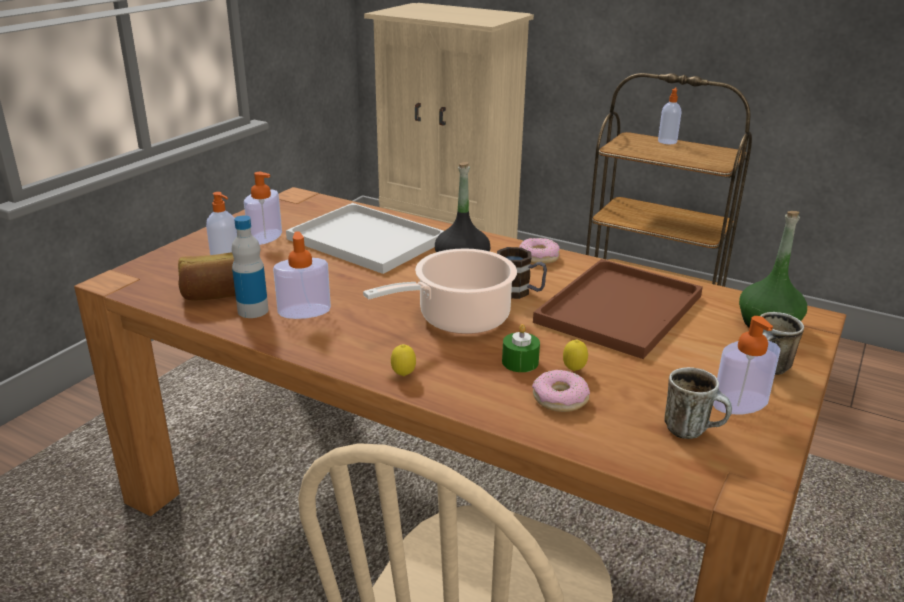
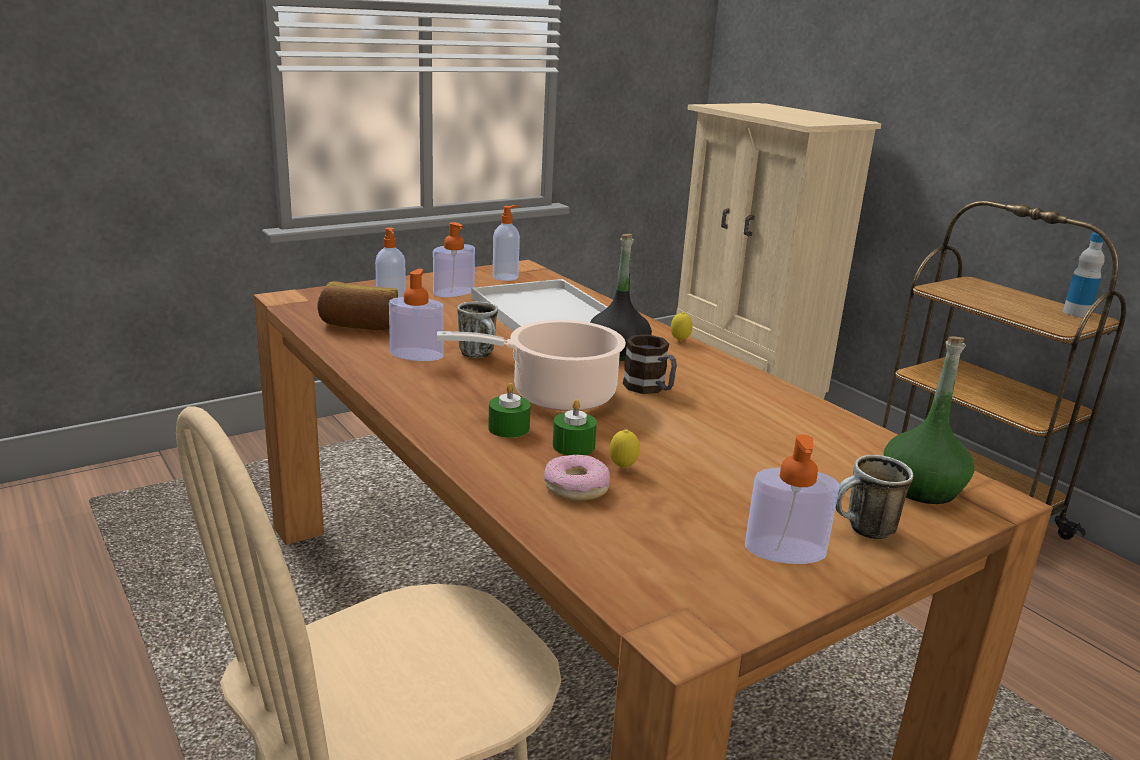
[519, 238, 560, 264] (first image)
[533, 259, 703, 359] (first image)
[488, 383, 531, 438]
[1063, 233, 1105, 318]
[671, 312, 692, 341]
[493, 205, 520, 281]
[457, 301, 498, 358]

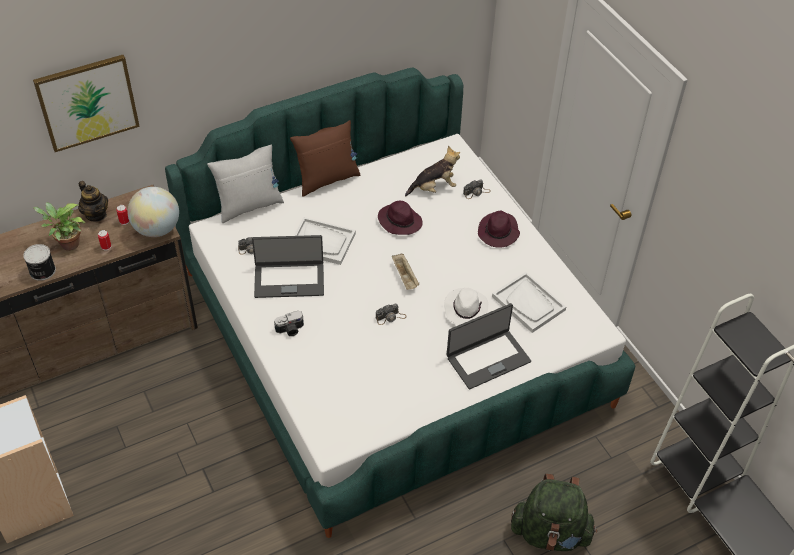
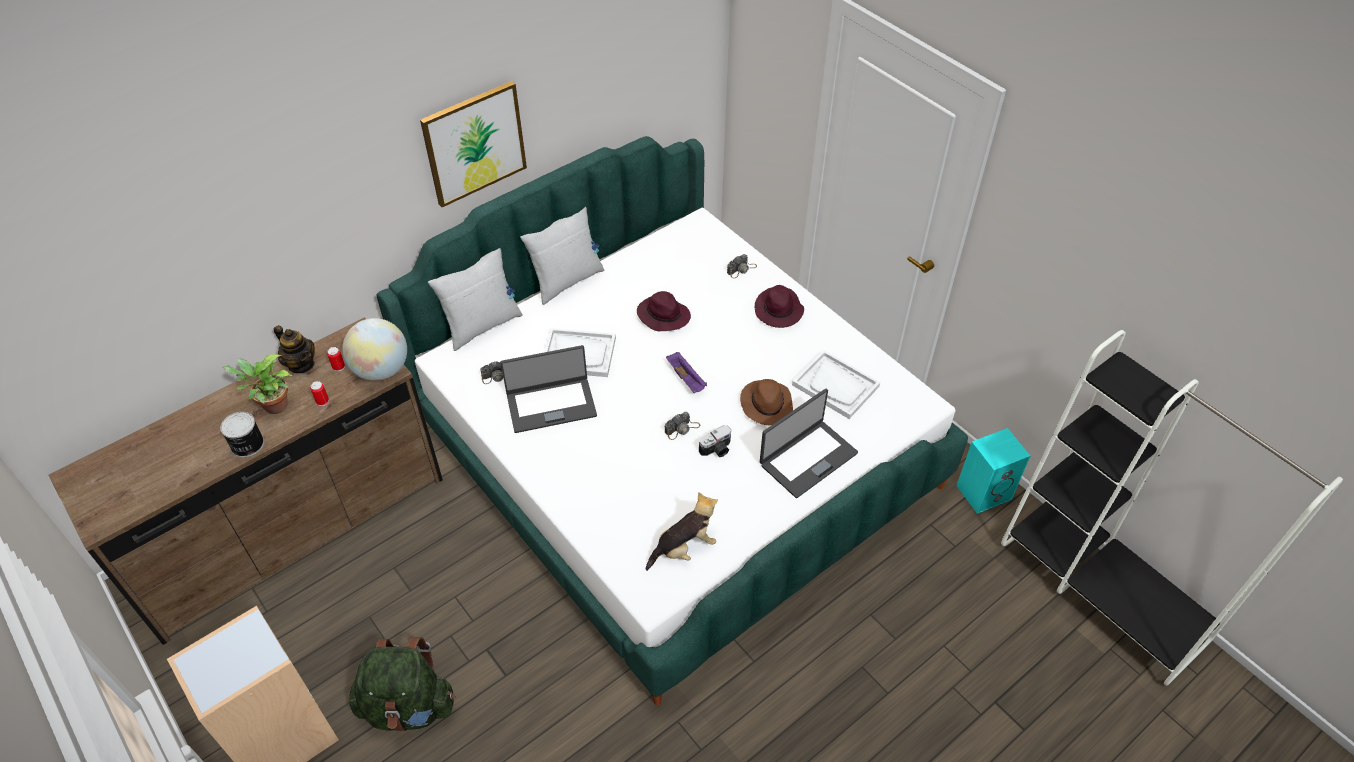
[956, 428, 1030, 514]
[420, 81, 527, 207]
[699, 425, 731, 457]
[646, 492, 718, 571]
[349, 637, 455, 731]
[520, 207, 604, 305]
[666, 352, 707, 393]
[740, 379, 793, 426]

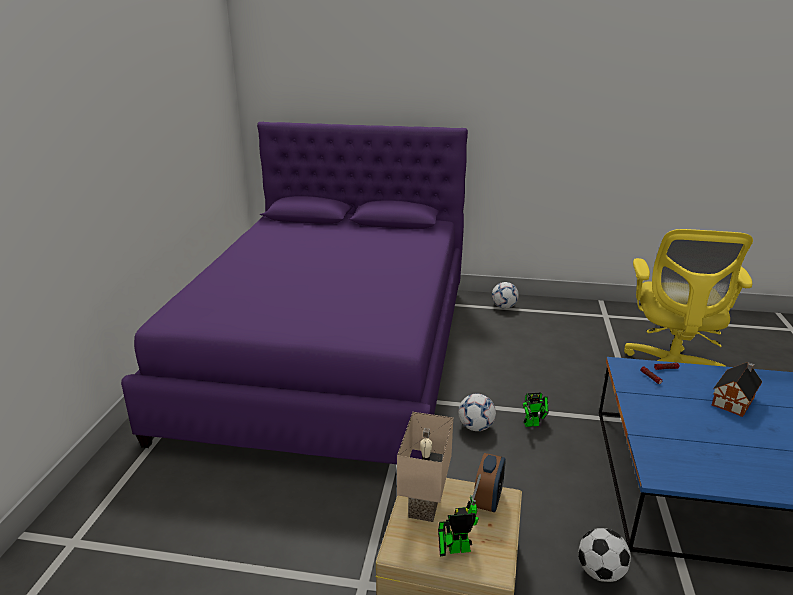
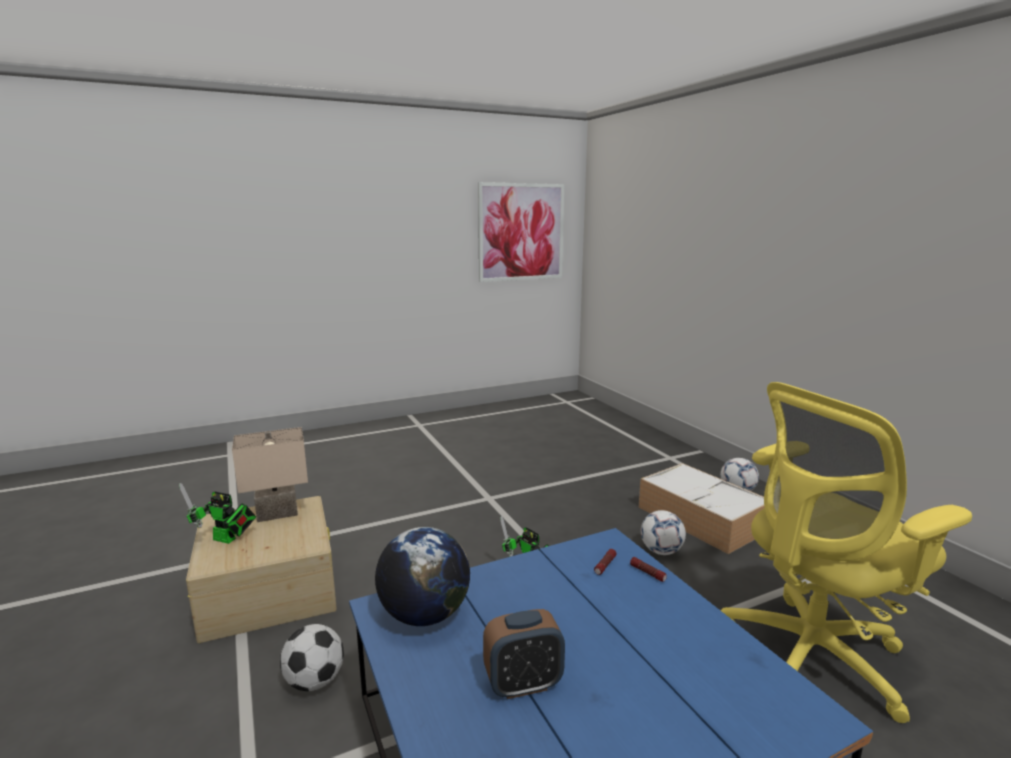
[121, 122, 468, 464] (first image)
[711, 362, 762, 417] (first image)
[375, 527, 470, 626]
[478, 182, 564, 282]
[639, 463, 765, 554]
[641, 510, 686, 555]
[483, 609, 565, 699]
[179, 483, 256, 544]

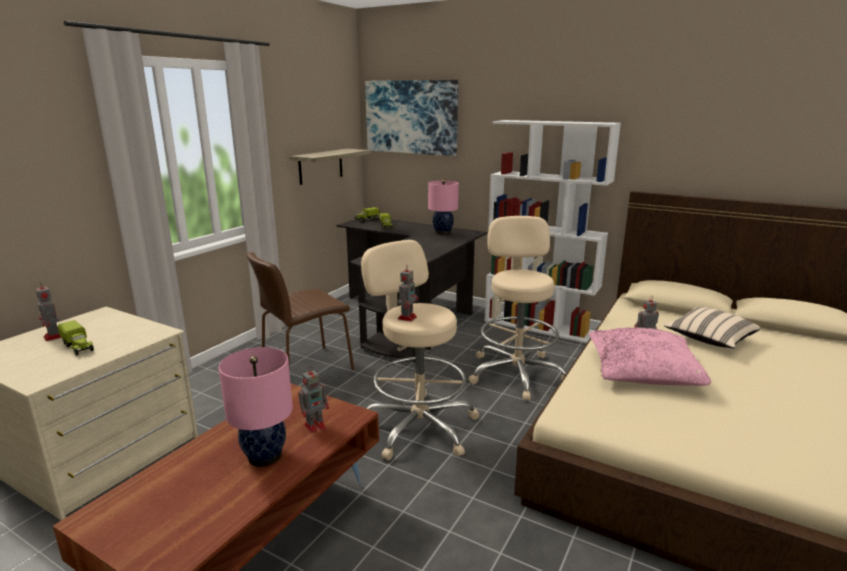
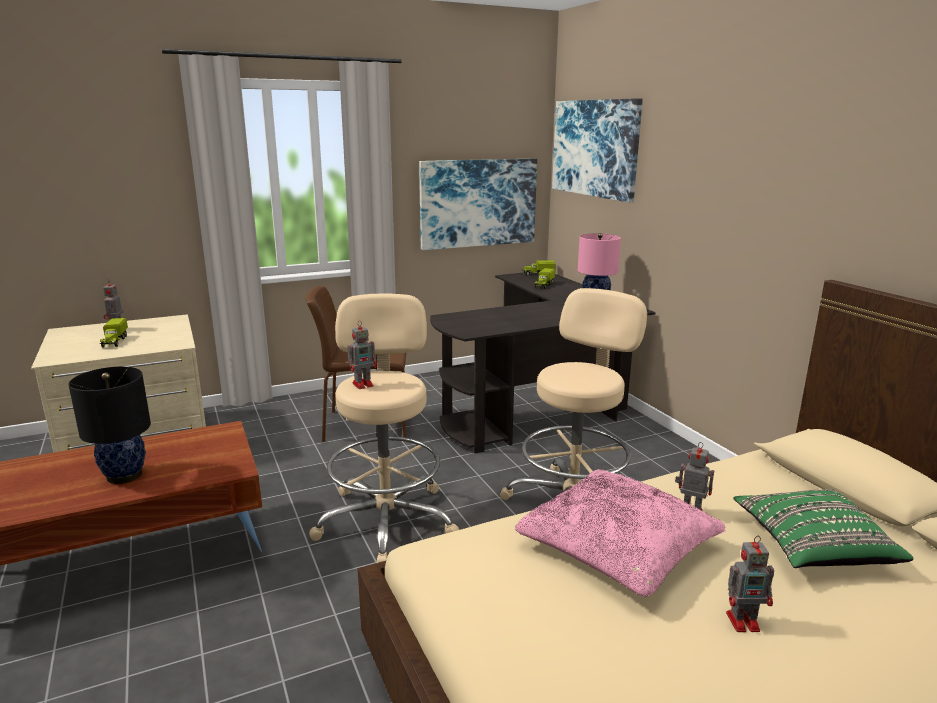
[485, 120, 621, 343] (first image)
[726, 536, 774, 632]
[419, 159, 537, 250]
[68, 367, 151, 484]
[733, 489, 913, 568]

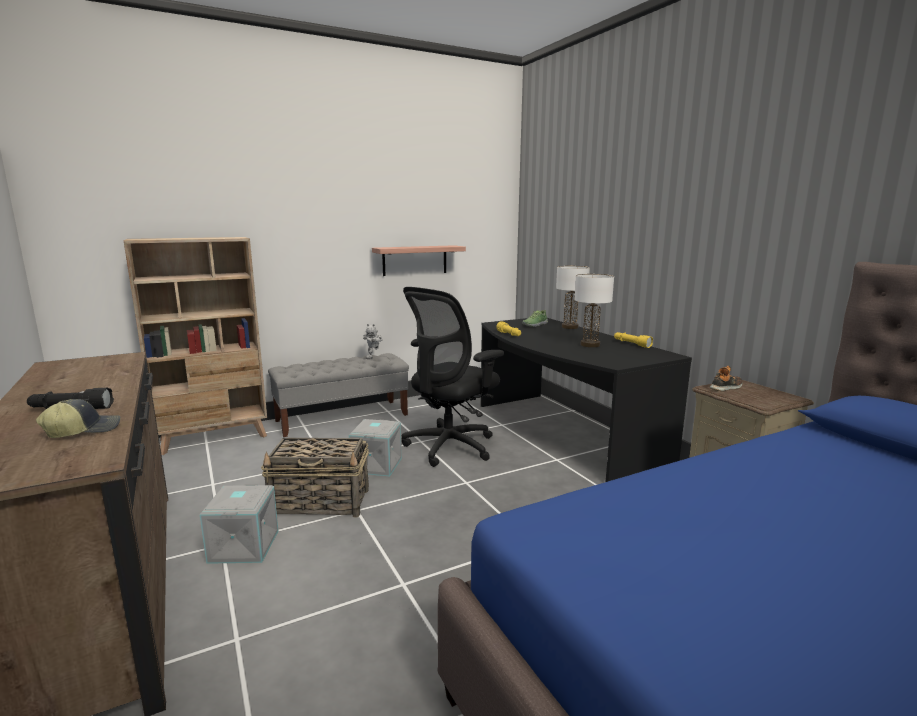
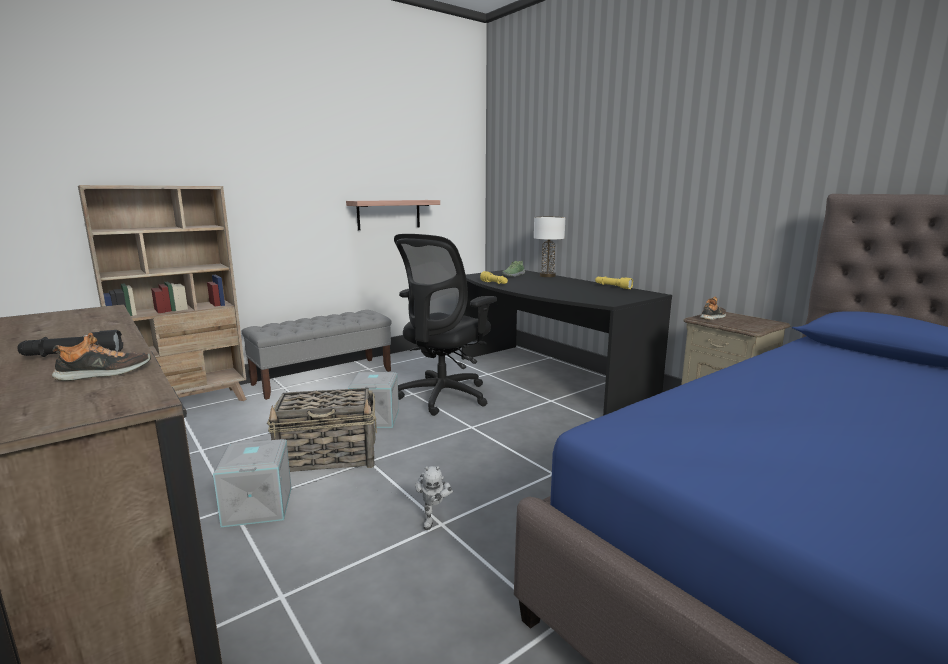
[574, 274, 614, 347] (first image)
[415, 466, 453, 530]
[52, 333, 151, 381]

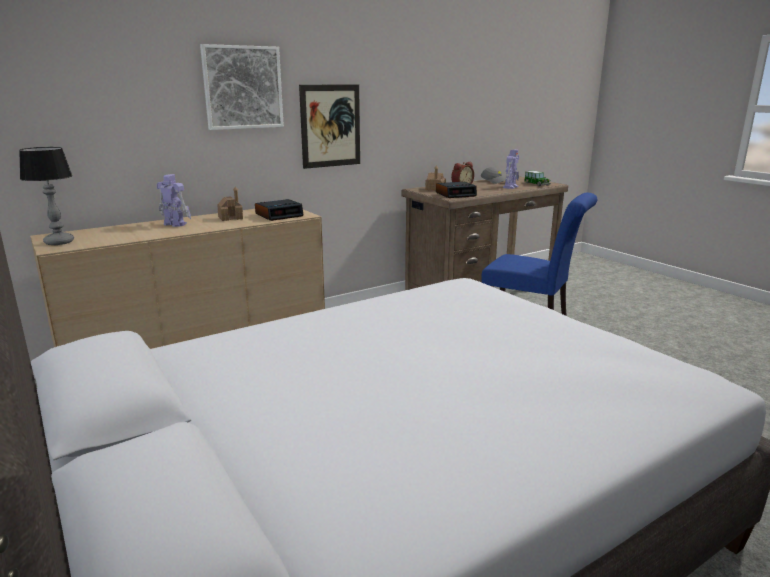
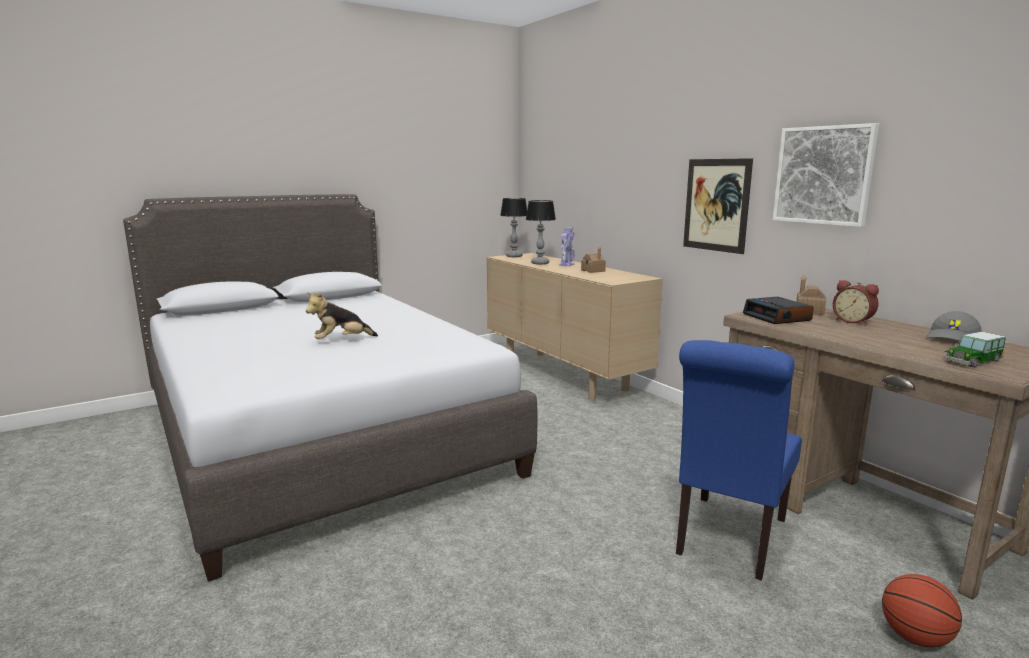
[255, 199, 304, 221] (first image)
[503, 149, 519, 189] (first image)
[306, 292, 378, 339]
[526, 200, 556, 265]
[882, 574, 962, 647]
[773, 123, 879, 227]

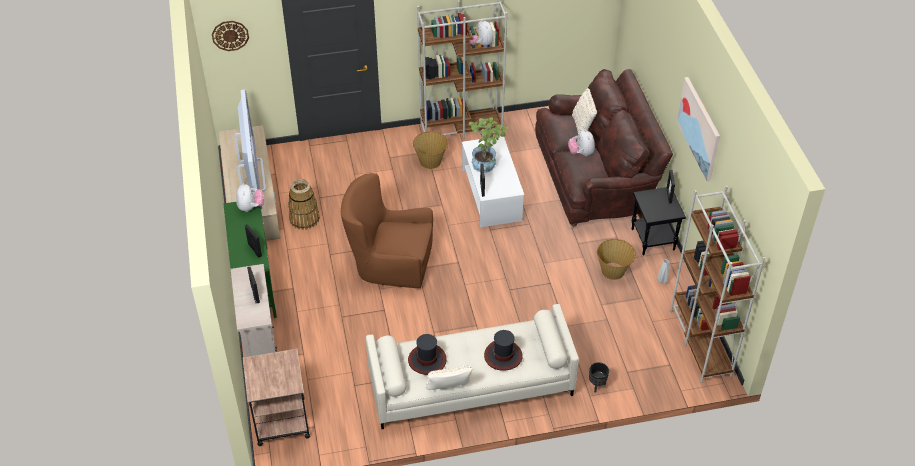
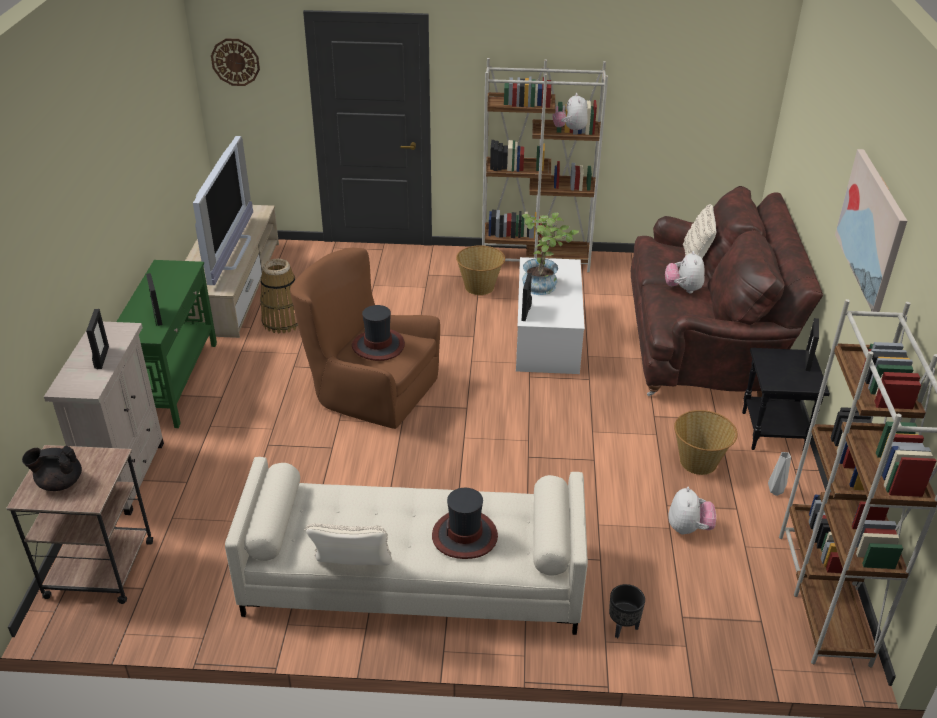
[22, 446, 82, 491]
[668, 487, 716, 535]
[352, 305, 405, 361]

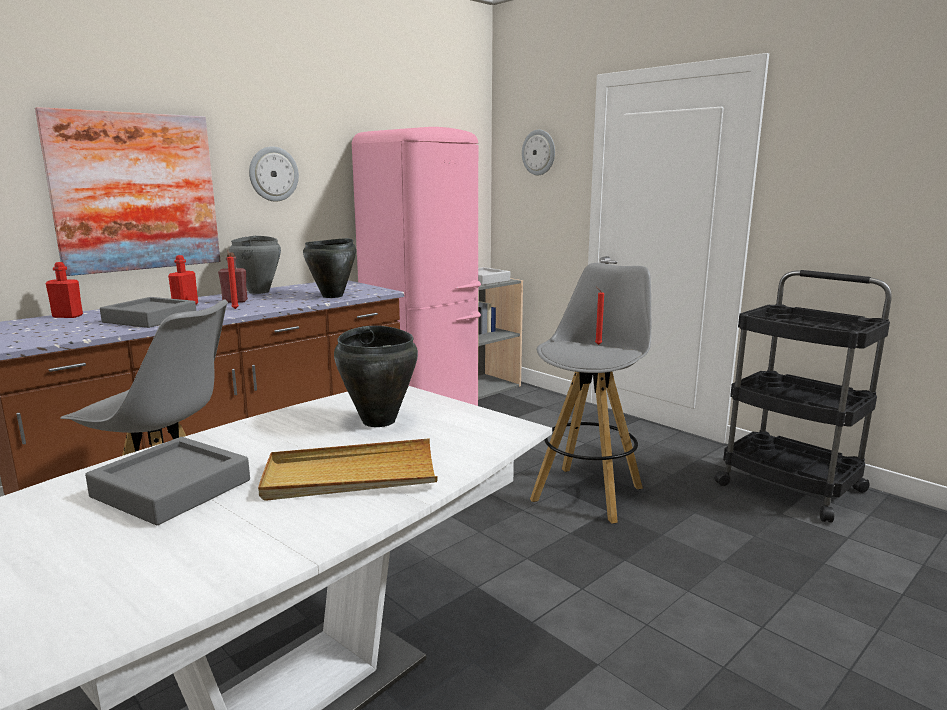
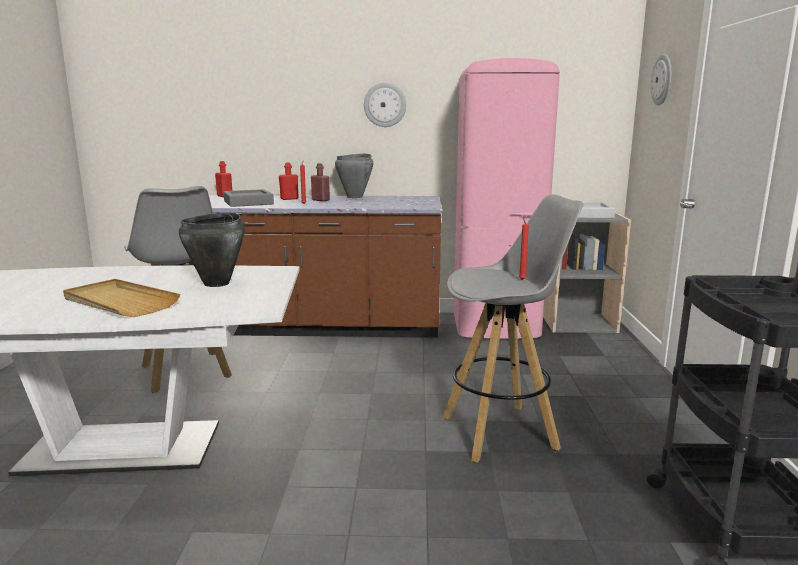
[35, 107, 220, 276] (first image)
[85, 437, 250, 525] (first image)
[303, 238, 356, 298] (first image)

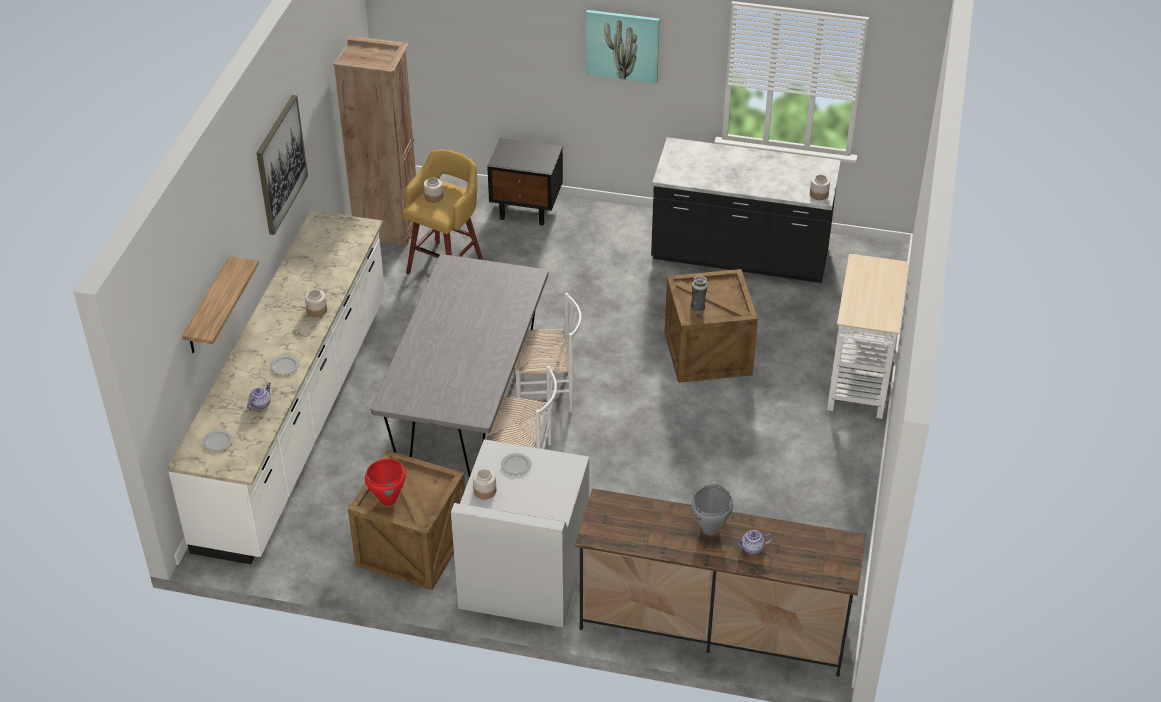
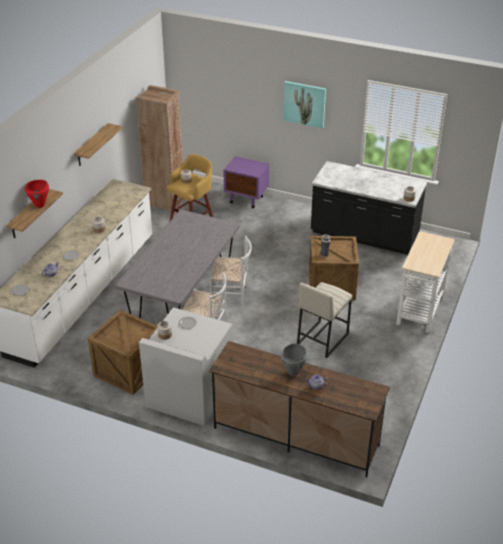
[297, 282, 352, 358]
[25, 180, 49, 208]
[74, 123, 122, 166]
[223, 156, 269, 208]

